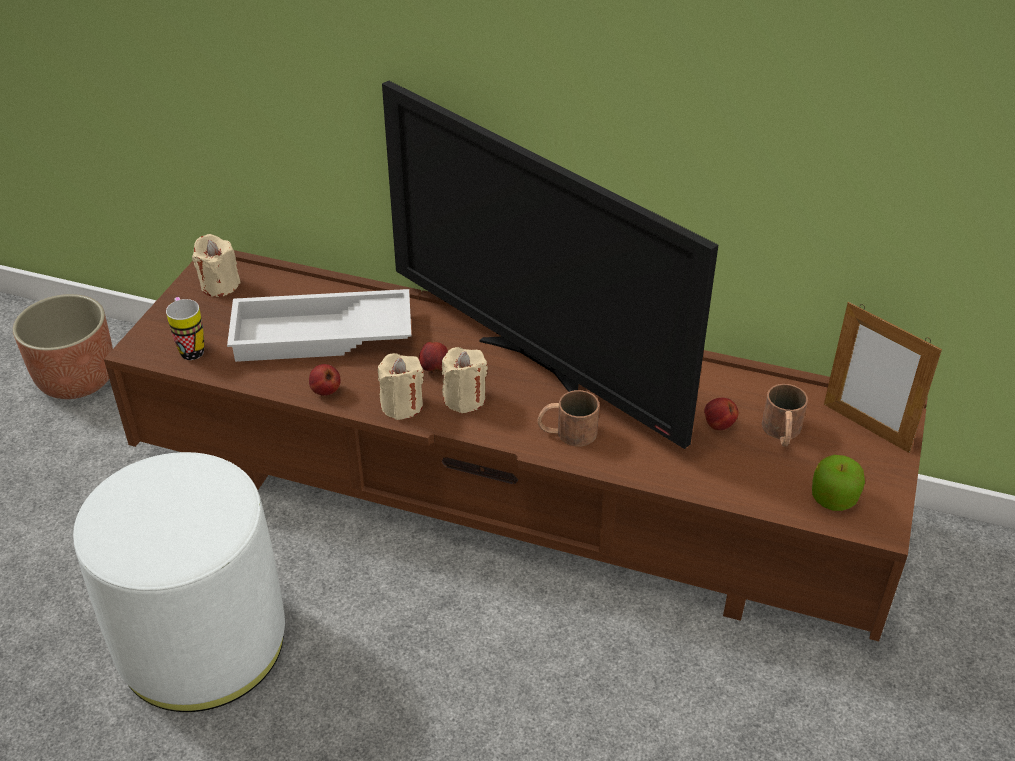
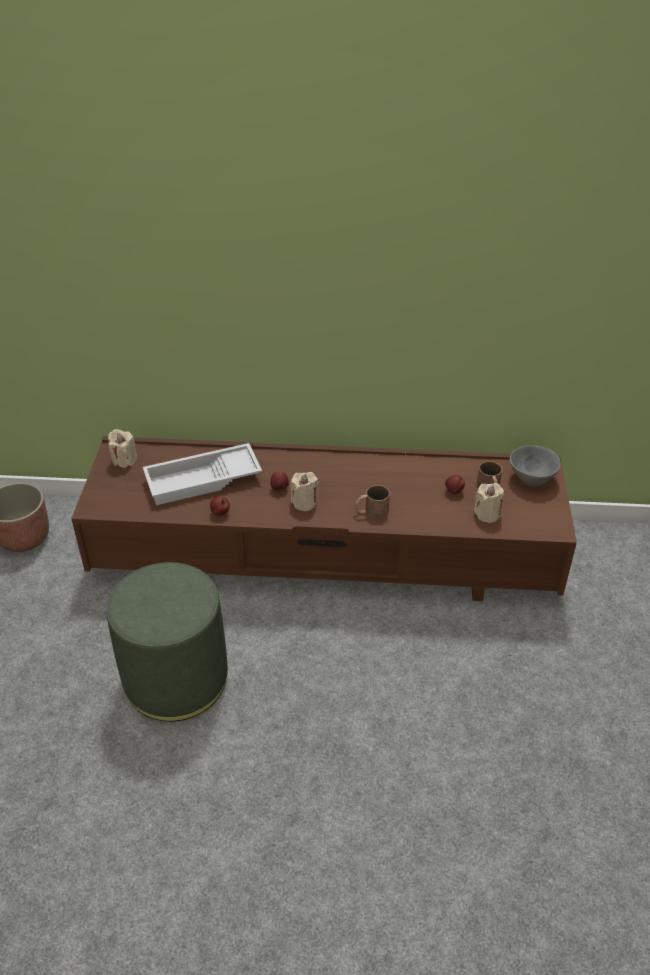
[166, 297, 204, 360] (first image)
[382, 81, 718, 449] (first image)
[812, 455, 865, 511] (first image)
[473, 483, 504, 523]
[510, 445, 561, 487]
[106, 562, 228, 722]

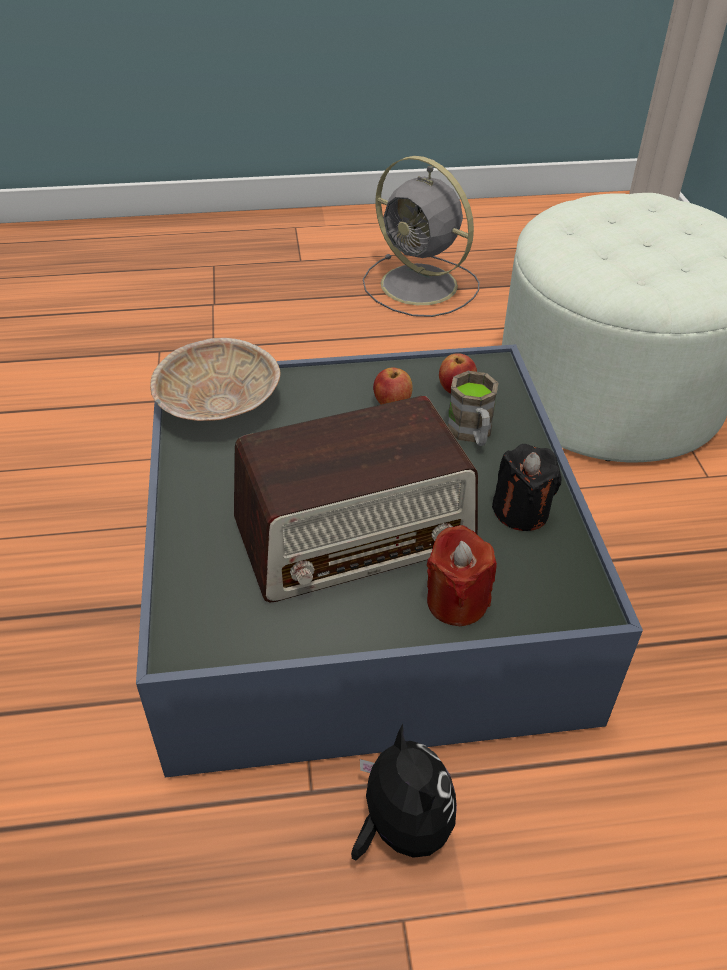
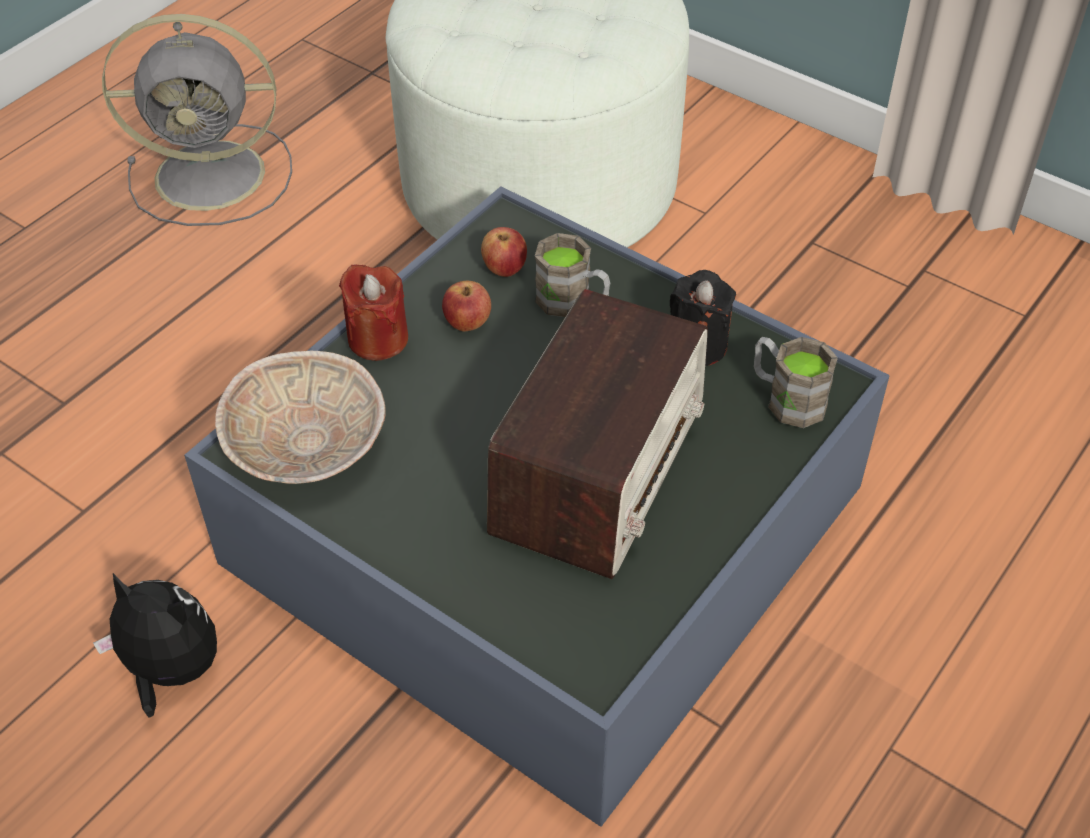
[754, 337, 838, 428]
[93, 573, 217, 718]
[339, 264, 408, 361]

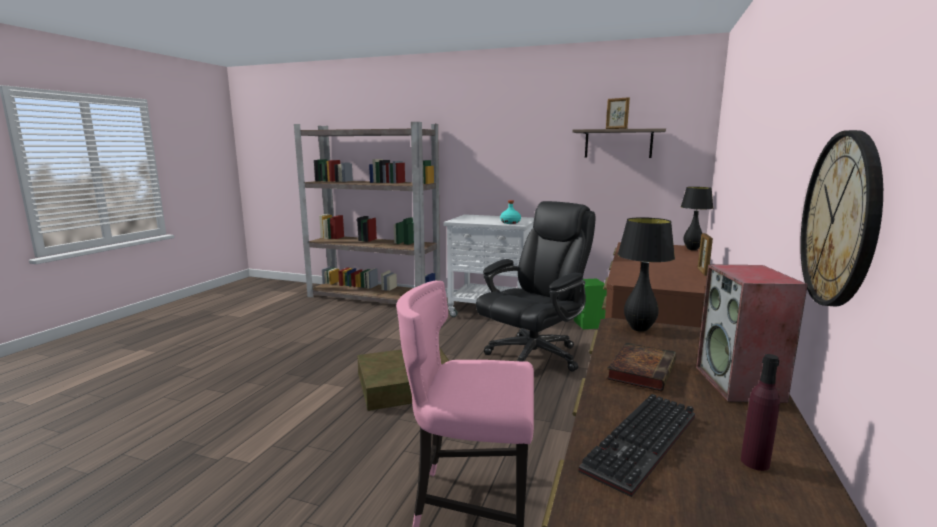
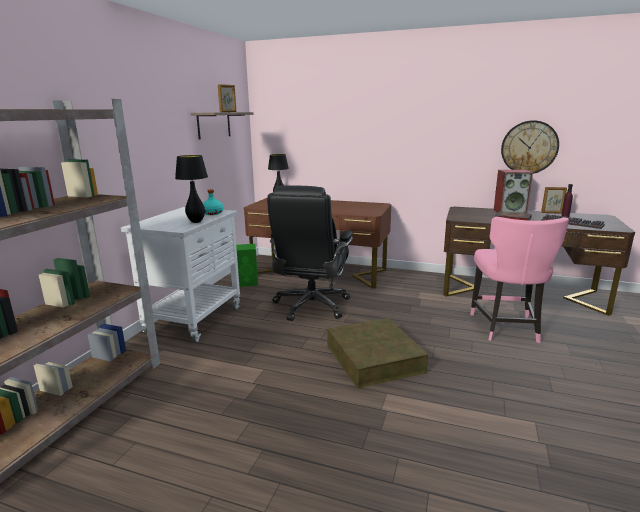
[175, 155, 208, 223]
[541, 187, 567, 214]
[267, 185, 353, 321]

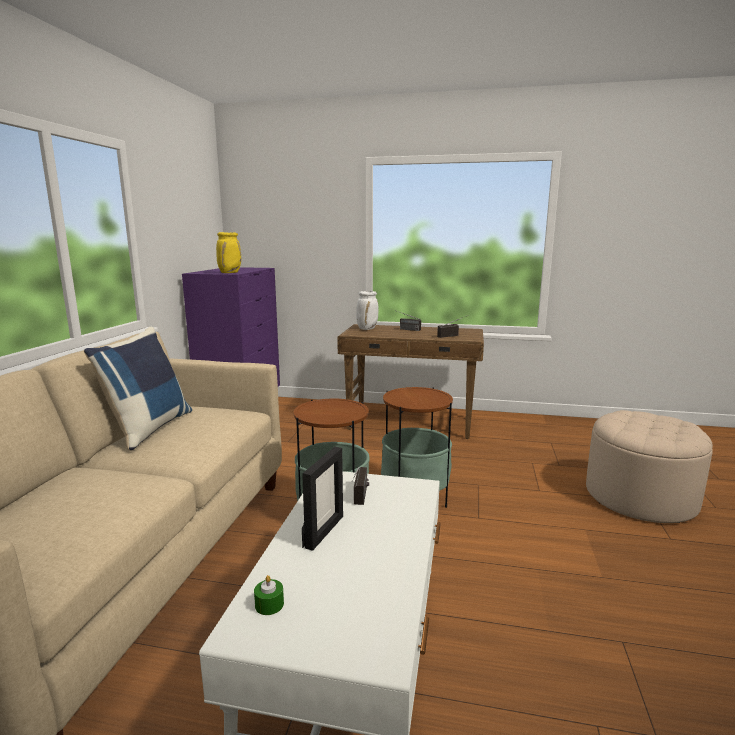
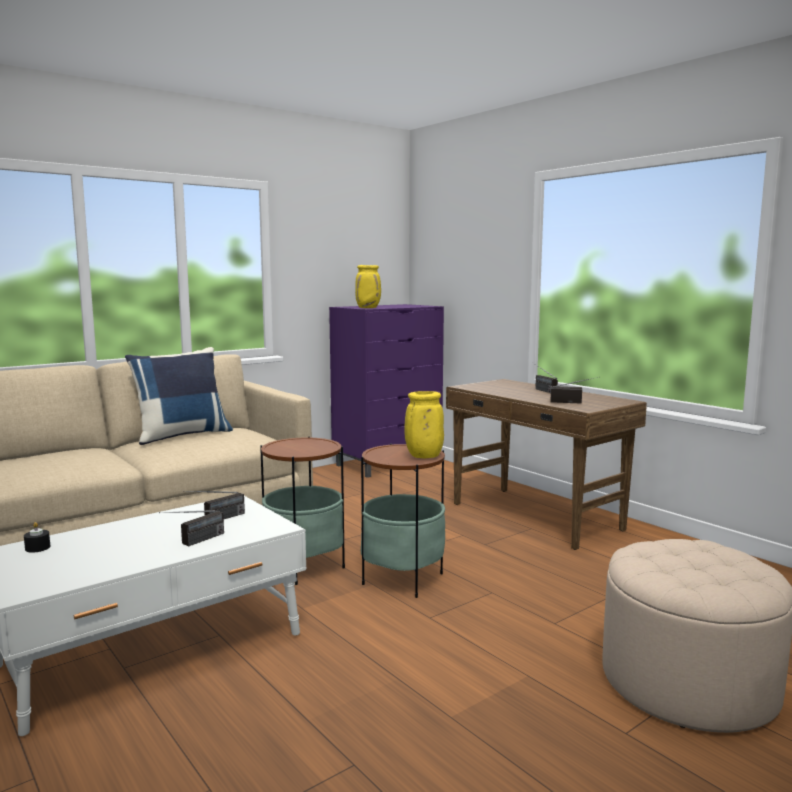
[302, 447, 343, 551] (first image)
[356, 291, 379, 330] (first image)
[159, 510, 224, 546]
[404, 391, 444, 458]
[24, 522, 50, 553]

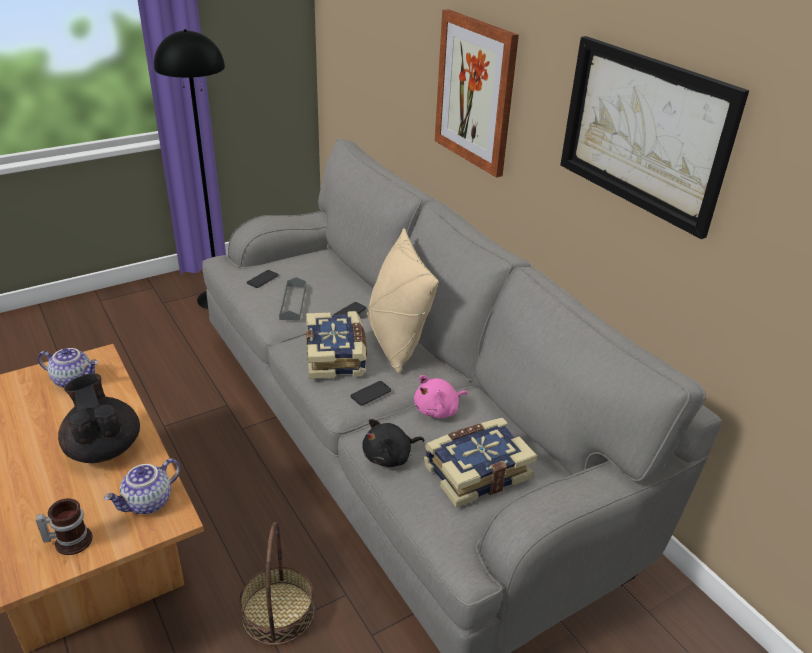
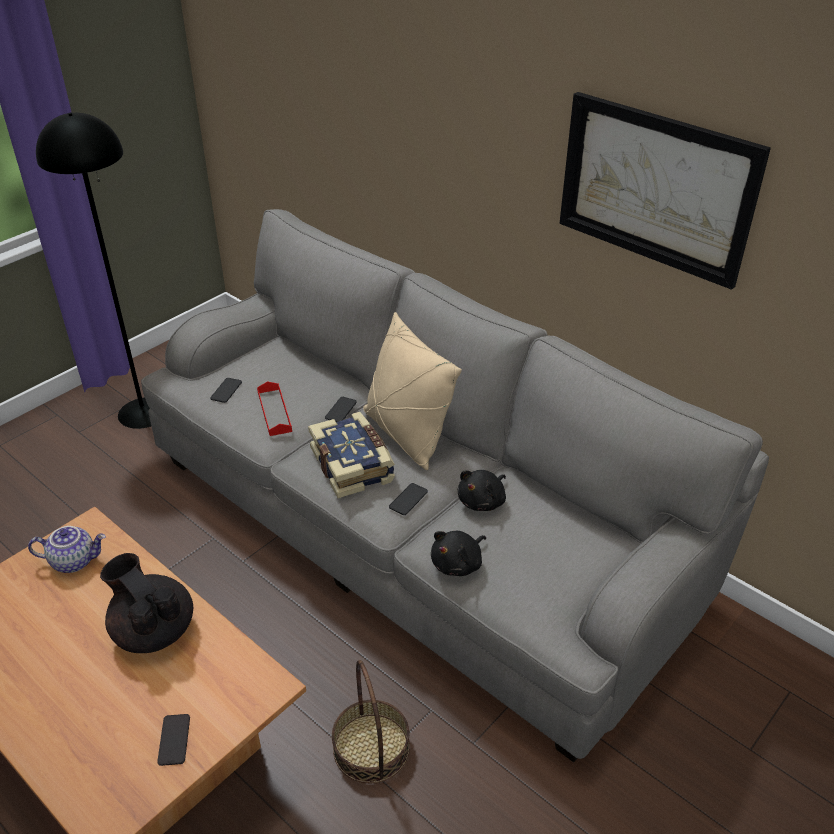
[104, 458, 181, 514] (first image)
[424, 417, 537, 507] (first image)
[435, 9, 519, 178] (first image)
[157, 714, 190, 766]
[257, 381, 292, 436]
[458, 470, 506, 511]

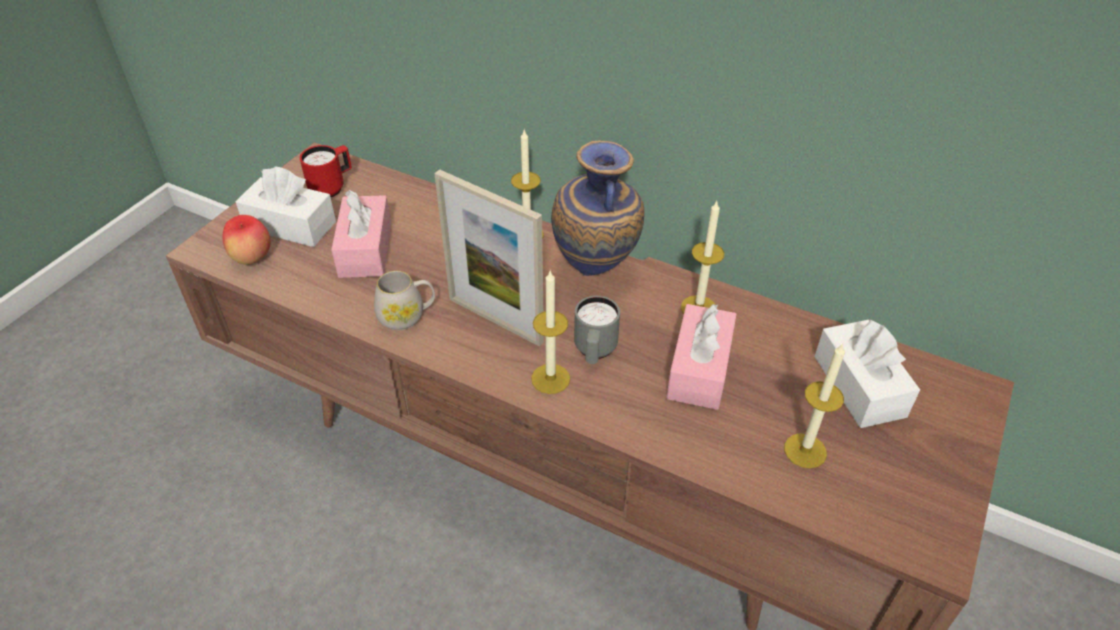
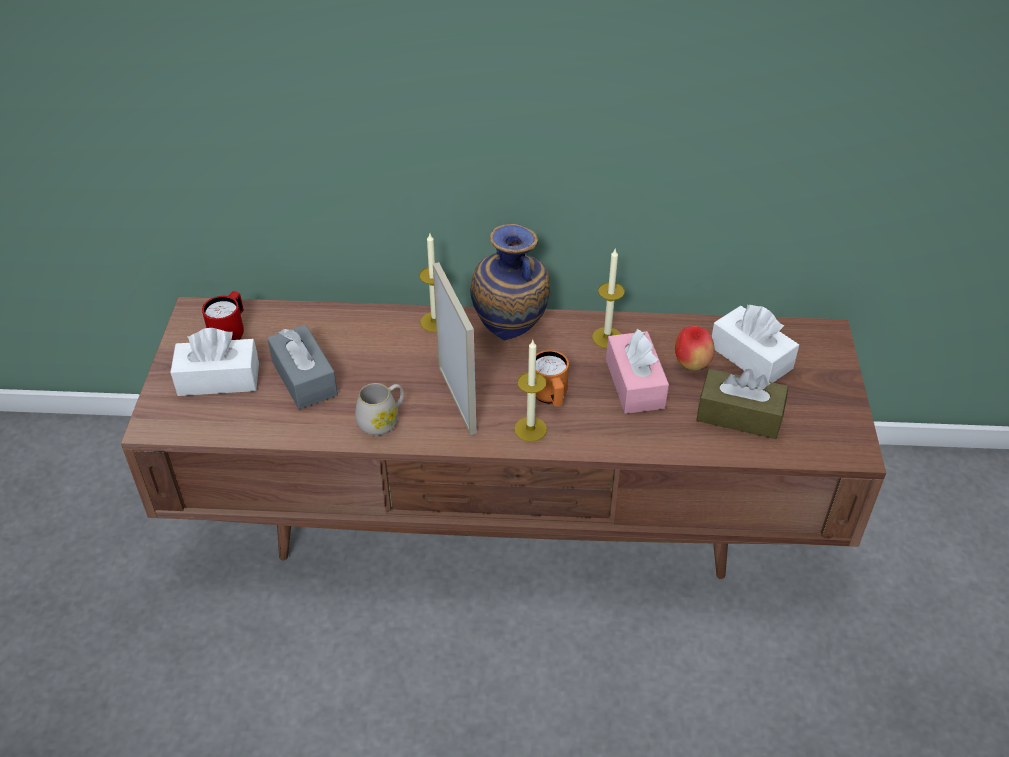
[675, 326, 714, 371]
[696, 369, 788, 439]
[267, 325, 338, 409]
[536, 350, 569, 407]
[433, 262, 477, 435]

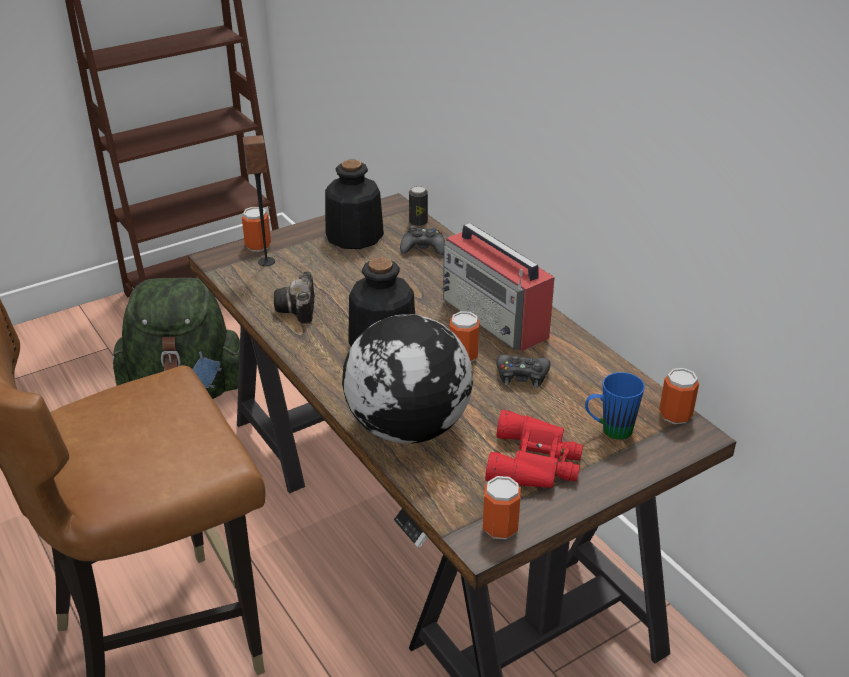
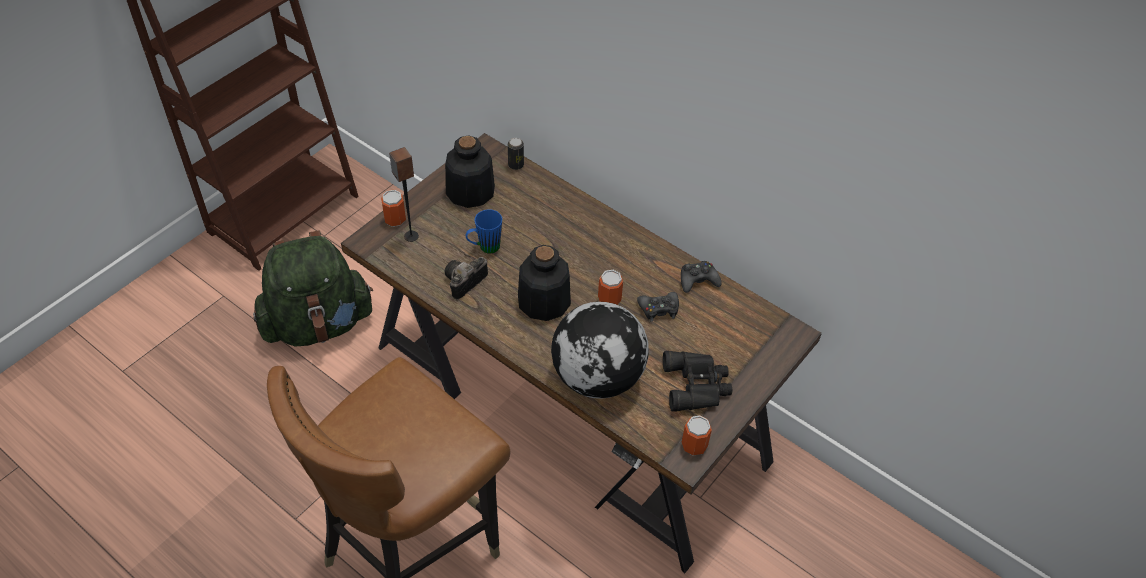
[443, 223, 555, 351] (first image)
[659, 368, 699, 424] (first image)
[681, 261, 722, 293]
[466, 209, 502, 254]
[663, 351, 732, 411]
[445, 257, 488, 300]

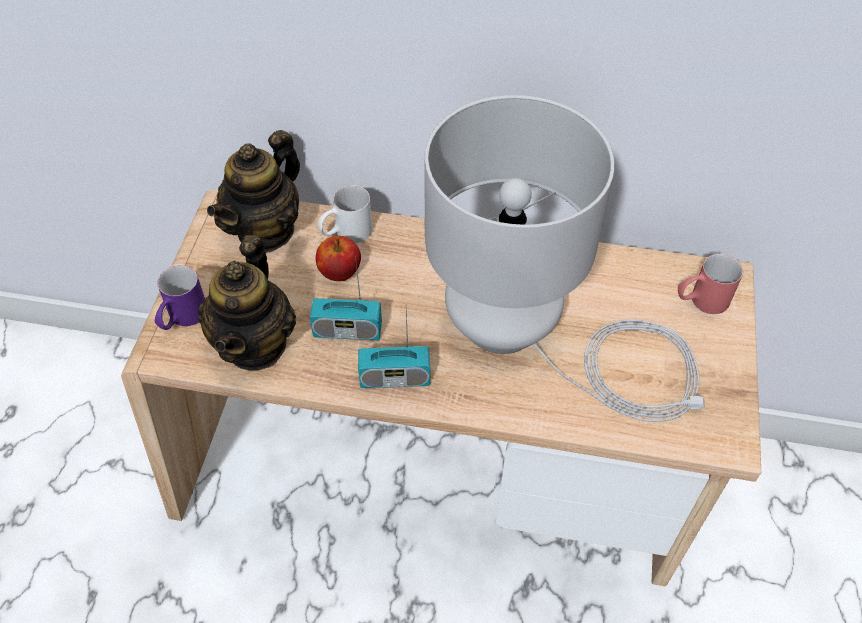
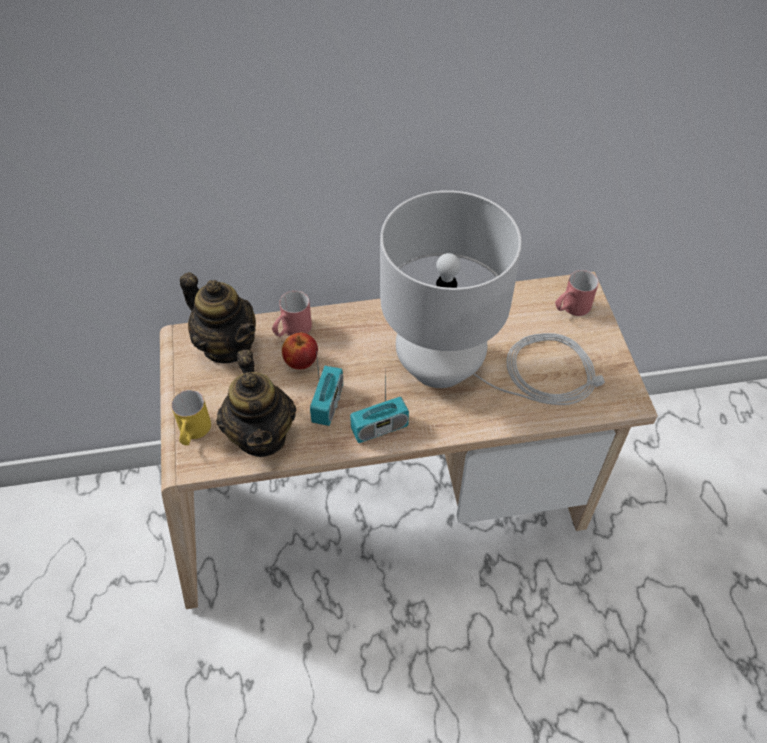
[171, 390, 211, 445]
[272, 291, 312, 337]
[180, 272, 256, 363]
[310, 344, 343, 426]

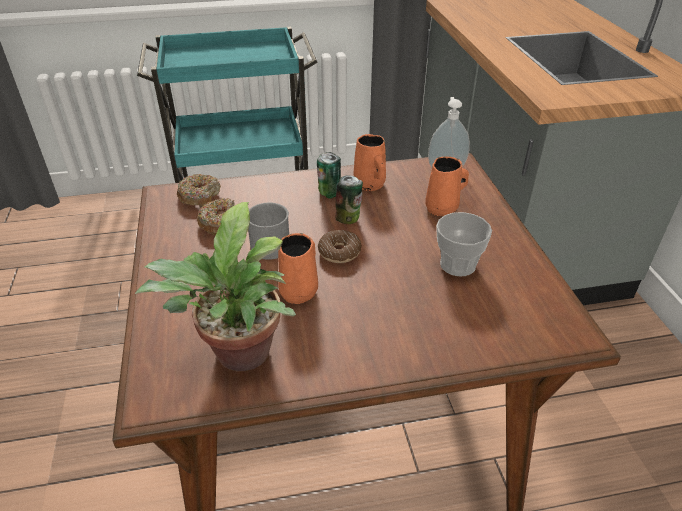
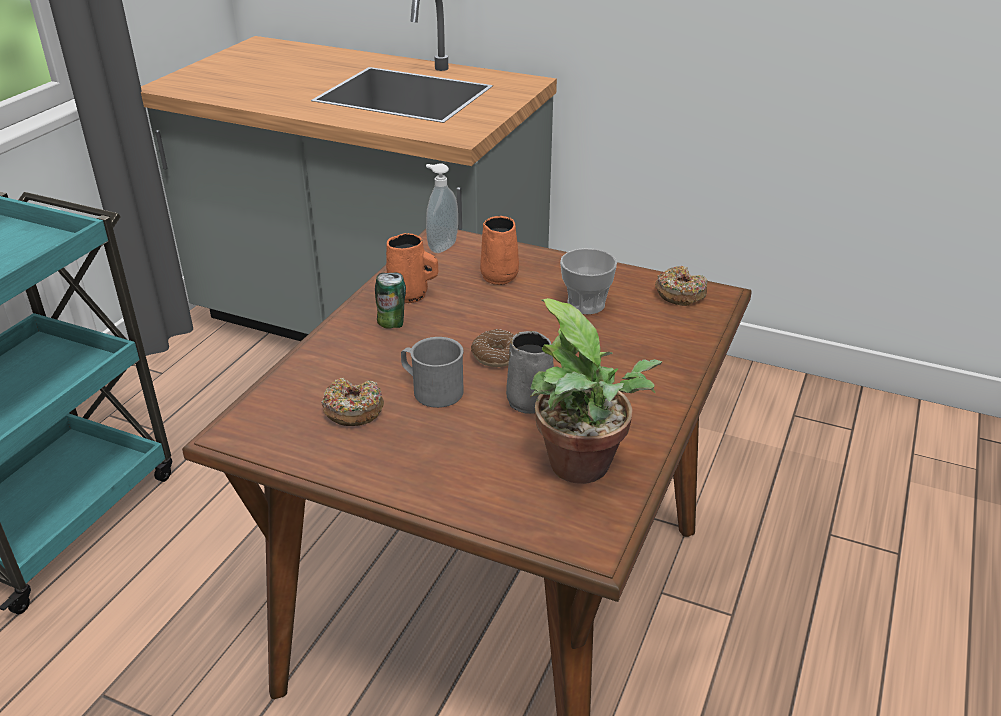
[335, 175, 363, 224] (first image)
[655, 266, 708, 306]
[506, 331, 554, 414]

